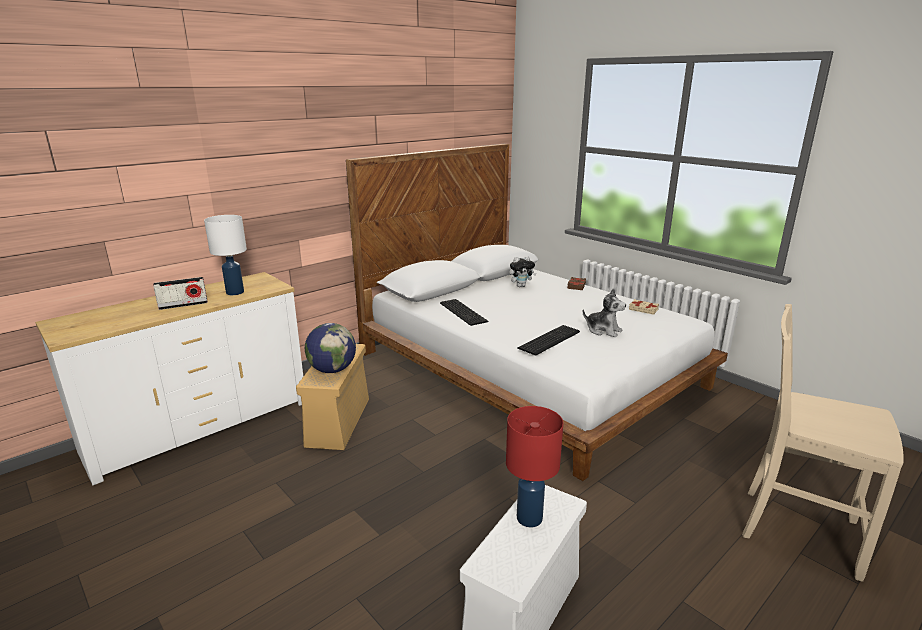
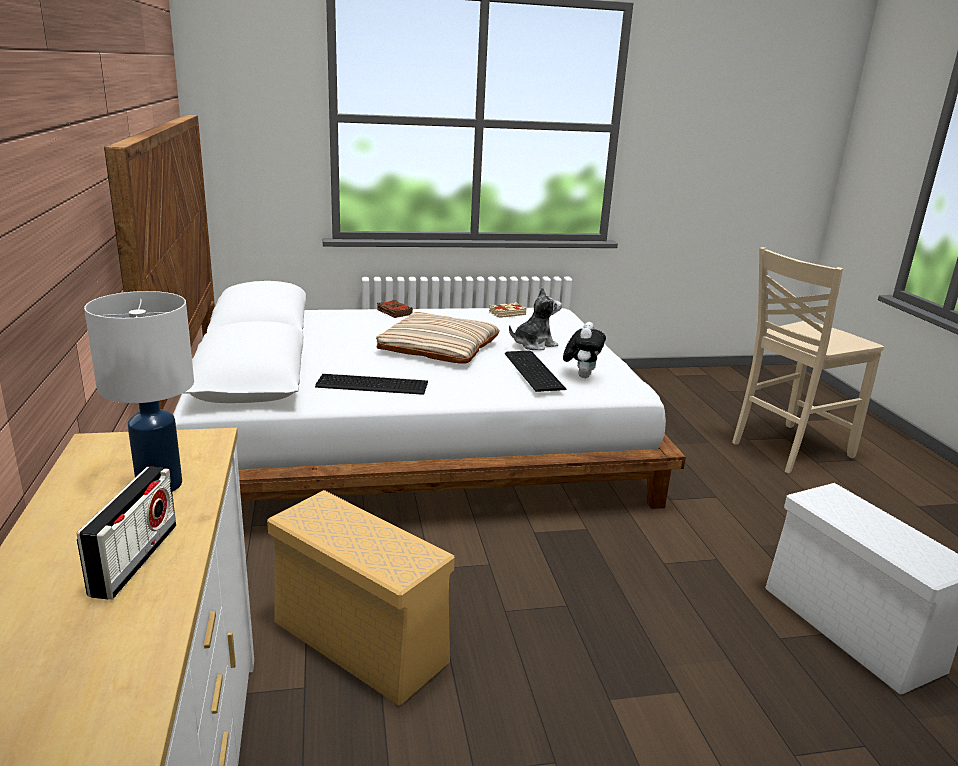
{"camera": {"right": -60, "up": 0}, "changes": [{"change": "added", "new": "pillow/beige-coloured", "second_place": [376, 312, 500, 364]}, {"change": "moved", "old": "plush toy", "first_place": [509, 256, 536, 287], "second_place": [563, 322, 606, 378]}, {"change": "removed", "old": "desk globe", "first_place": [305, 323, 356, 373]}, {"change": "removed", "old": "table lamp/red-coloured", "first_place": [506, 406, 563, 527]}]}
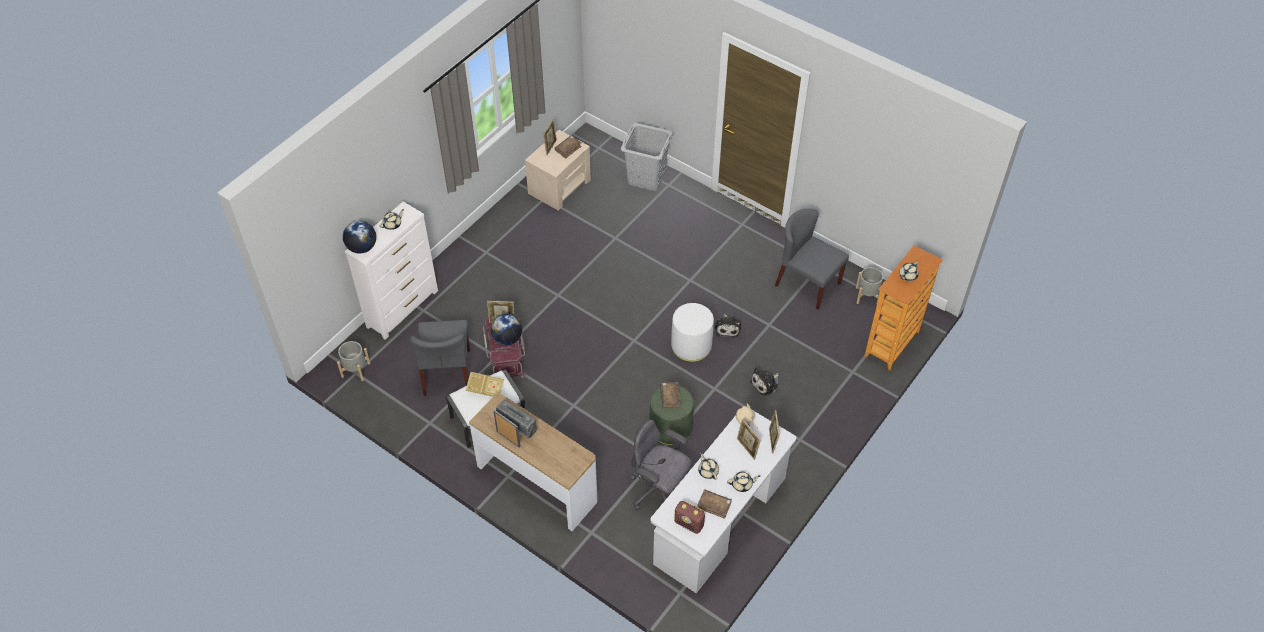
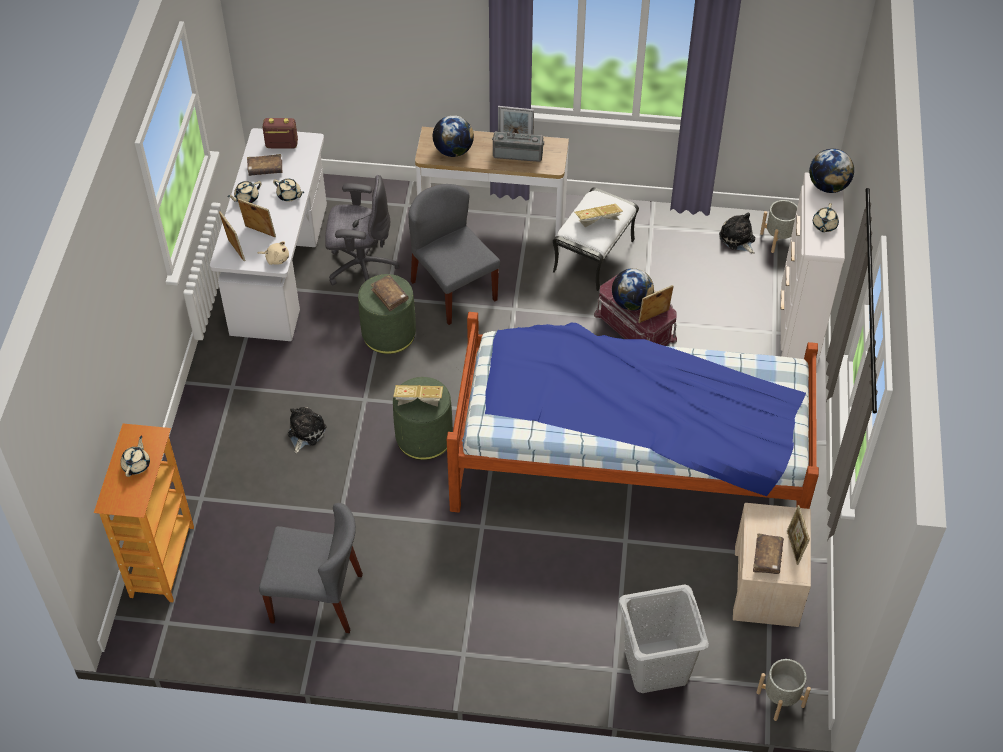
{"camera": {"right": 150, "up": 0}, "changes": [{"change": "recoloured", "old": "pouffe/white-coloured", "new": "pouffe/green-coloured", "first_place": [671, 303, 714, 362], "second_place": [393, 377, 453, 460]}, {"change": "added", "new": "book", "second_place": [393, 385, 443, 407]}, {"change": "moved", "old": "chair/grey", "first_place": [410, 320, 470, 396], "second_place": [408, 184, 500, 325]}, {"change": "added", "new": "desk globe", "second_place": [433, 115, 474, 157]}, {"change": "added", "new": "bed", "second_place": [447, 312, 819, 513]}, {"change": "moved", "old": "plush toy", "first_place": [715, 314, 741, 337], "second_place": [719, 212, 755, 254]}, {"change": "moved", "old": "planter/grey", "first_place": [856, 267, 883, 304], "second_place": [757, 659, 811, 721]}]}
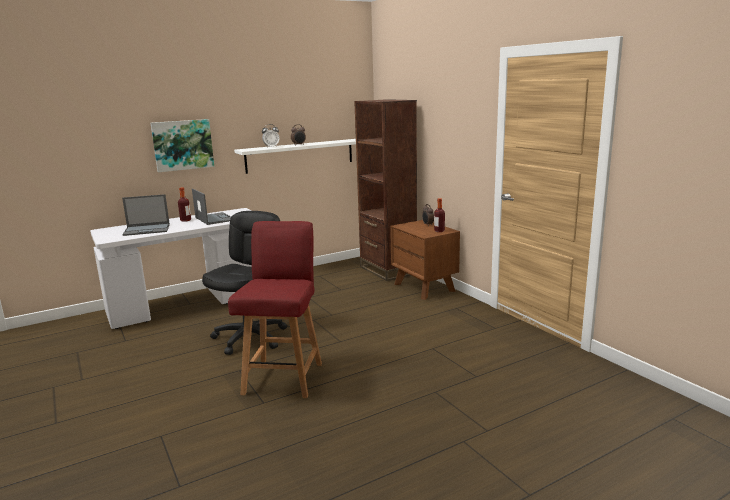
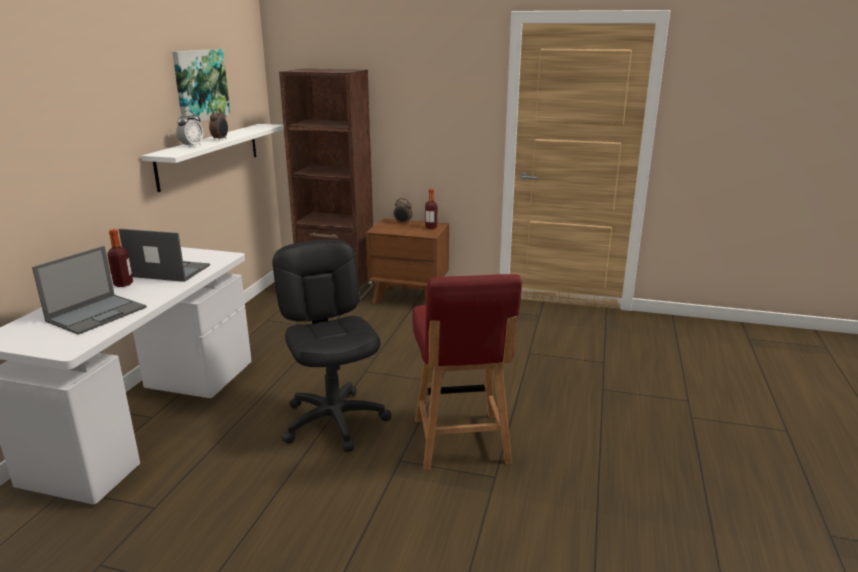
{"camera": {"right": -45, "up": 5}, "changes": [{"change": "moved", "old": "picture", "first_place": [151, 119, 214, 172], "second_place": [172, 49, 230, 121]}, {"change": "turned", "old": "chair/red-coloured", "first_place": [228, 221, 322, 398], "second_place": [412, 274, 522, 471], "degrees": -150}]}
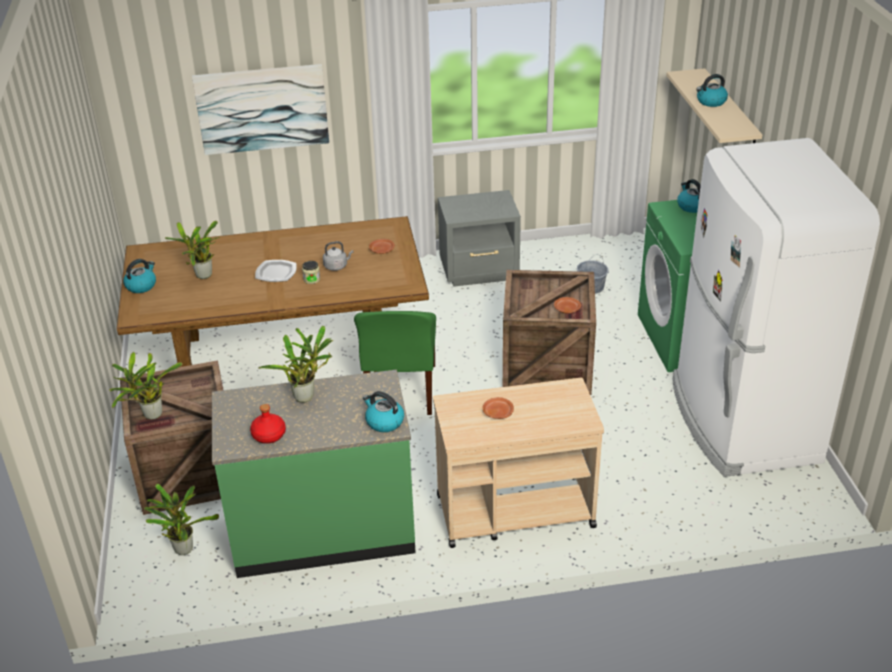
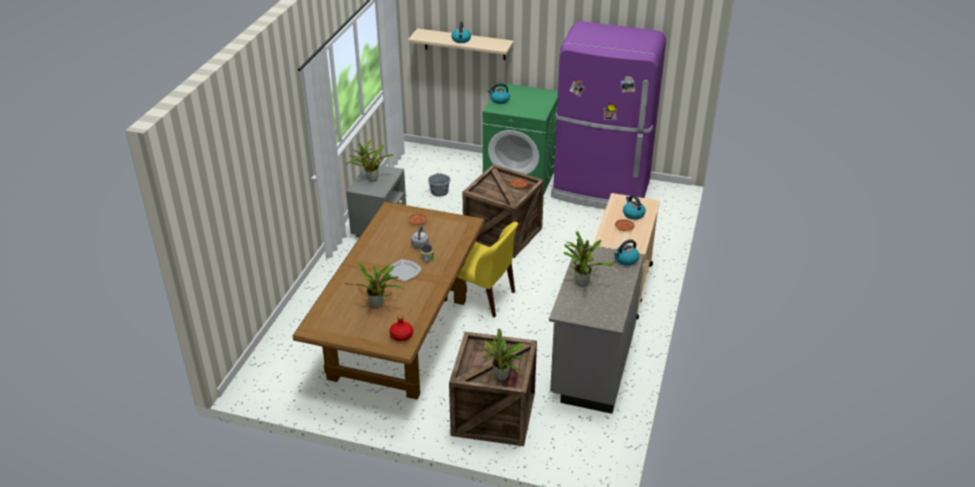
{"camera": {"right": -65, "up": 0}, "changes": [{"change": "moved", "old": "potted plant", "first_place": [144, 484, 219, 555], "second_place": [346, 140, 393, 182]}, {"change": "moved", "old": "drink bottle/red-coloured", "first_place": [250, 404, 286, 444], "second_place": [390, 315, 413, 341]}, {"change": "recoloured", "old": "chair/green-coloured", "new": "chair/yellow-coloured", "first_place": [354, 311, 436, 415], "second_place": [445, 222, 519, 318]}, {"change": "recoloured", "old": "counter/green-coloured", "new": "counter/grey", "first_place": [212, 370, 416, 578], "second_place": [549, 244, 644, 414]}, {"change": "recoloured", "old": "kitchen fridge/white-coloured", "new": "kitchen fridge/purplish", "first_place": [673, 138, 880, 477], "second_place": [551, 21, 666, 209]}, {"change": "moved", "old": "kettle", "first_place": [123, 259, 156, 293], "second_place": [623, 195, 646, 220]}, {"change": "removed", "old": "picture", "first_place": [192, 64, 329, 155]}]}
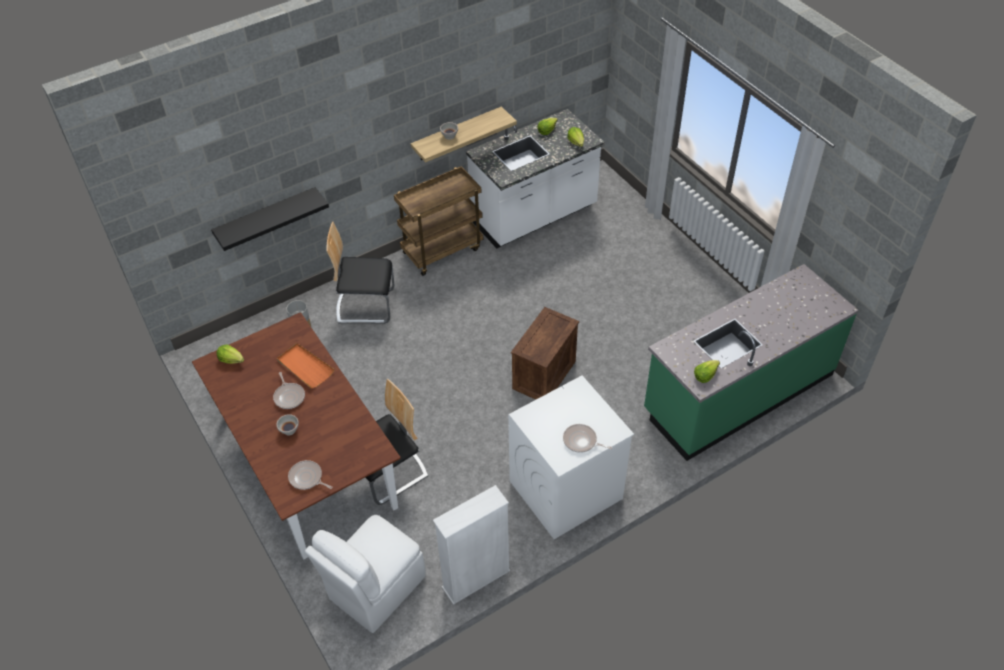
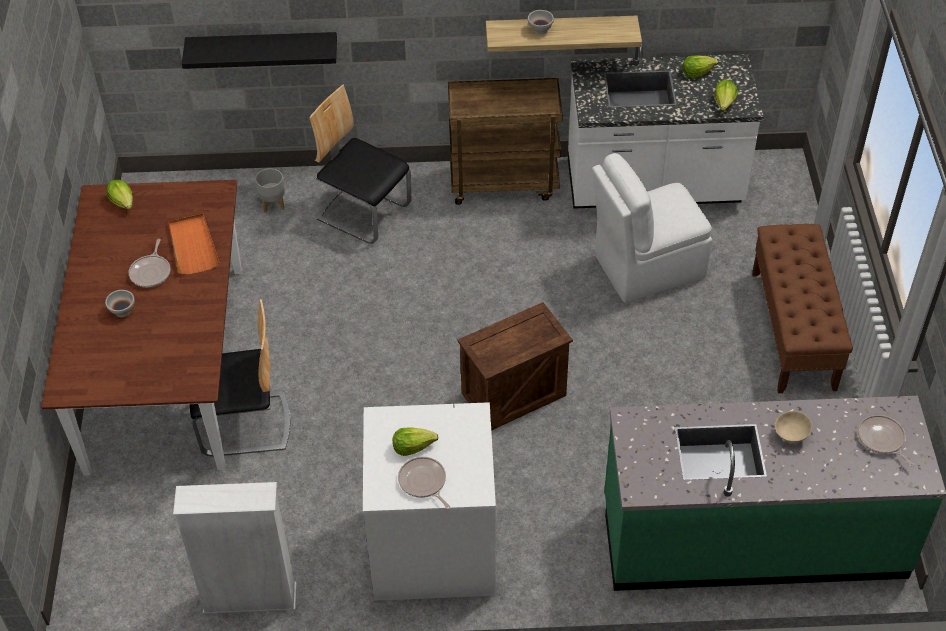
{"camera": {"right": 30, "up": 0}, "changes": [{"change": "moved", "old": "lettuce head", "first_place": [694, 360, 720, 383], "second_place": [393, 427, 438, 456]}, {"change": "moved", "old": "chair/white-coloured", "first_place": [305, 515, 426, 633], "second_place": [592, 153, 712, 302]}, {"change": "added", "new": "long seat/brown", "second_place": [752, 224, 853, 393]}, {"change": "added", "new": "deep dish/beige-coloured", "second_place": [775, 411, 812, 443]}, {"change": "moved", "old": "pan", "first_place": [288, 460, 333, 490], "second_place": [858, 415, 914, 467]}]}
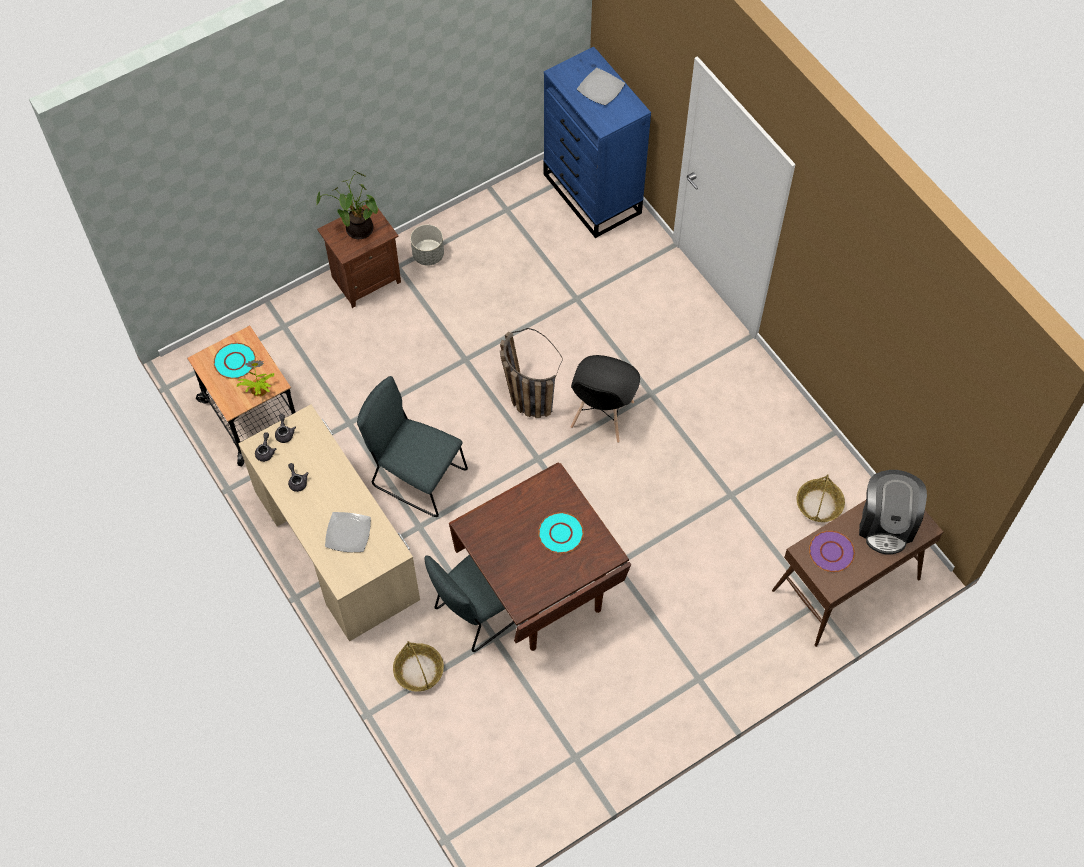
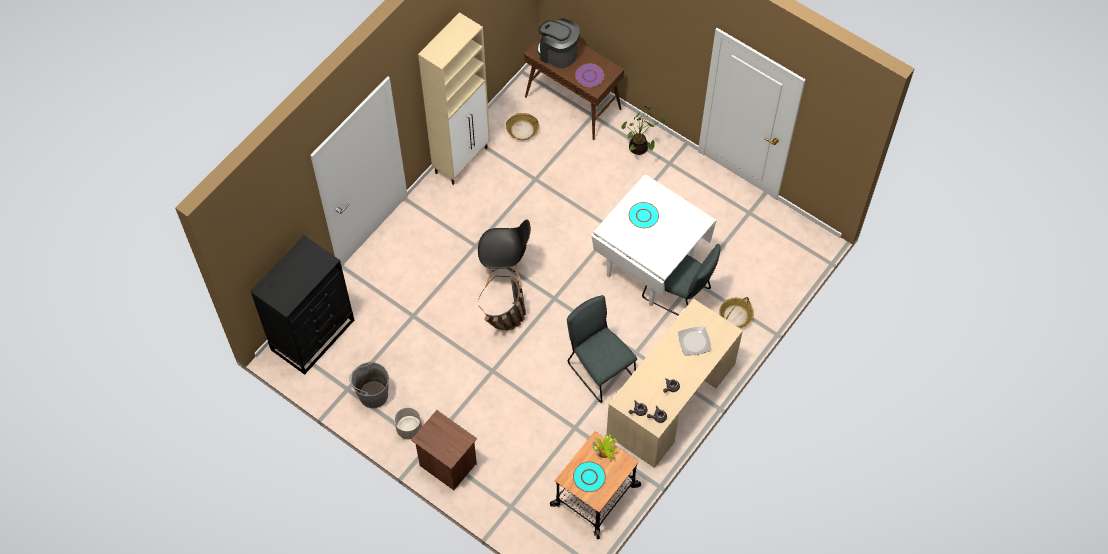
{"camera": {"right": -110, "up": 0}, "changes": [{"change": "recoloured", "old": "dresser/blue", "new": "dresser/blackish", "first_place": [543, 47, 651, 238], "second_place": [250, 236, 355, 375]}, {"change": "added", "new": "water bucket/grey", "second_place": [349, 361, 389, 408]}, {"change": "added", "new": "storage cabinet/beige-coloured", "second_place": [418, 12, 490, 185]}, {"change": "turned", "old": "coffee machine", "first_place": [859, 470, 927, 555], "second_place": [537, 19, 580, 68], "degrees": -135}, {"change": "turned", "old": "chair/grey", "first_place": [357, 376, 468, 517], "second_place": [567, 295, 637, 403], "degrees": 135}, {"change": "recoloured", "old": "dinner table/brown", "new": "dinner table/white-coloured", "first_place": [449, 462, 631, 651], "second_place": [591, 175, 717, 306]}, {"change": "moved", "old": "potted plant", "first_place": [317, 170, 378, 239], "second_place": [621, 106, 665, 155]}, {"change": "removed", "old": "dinner plate", "first_place": [577, 68, 625, 105]}]}
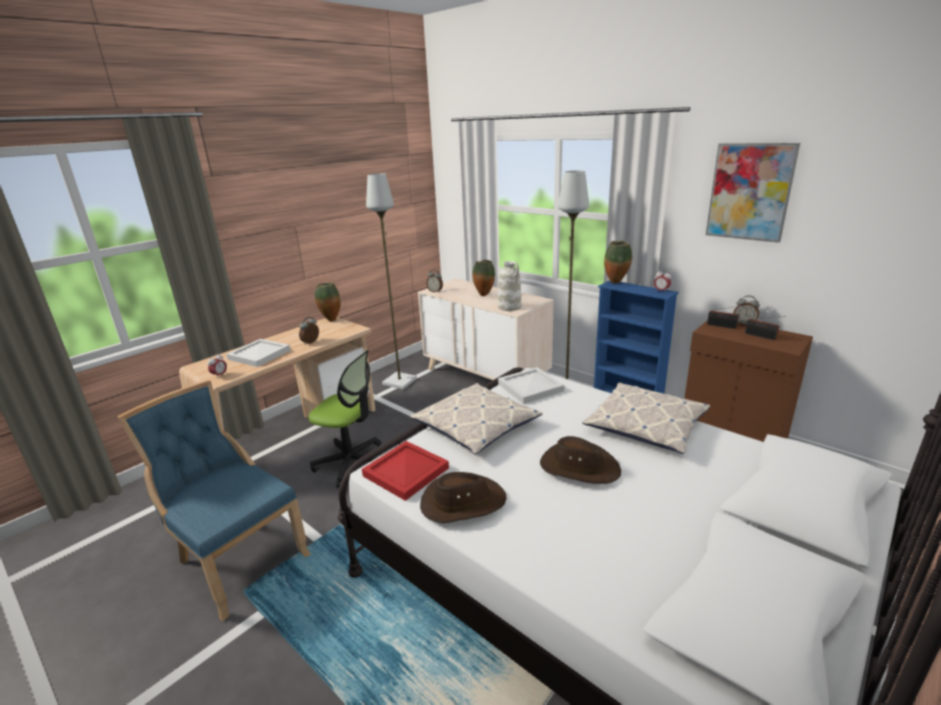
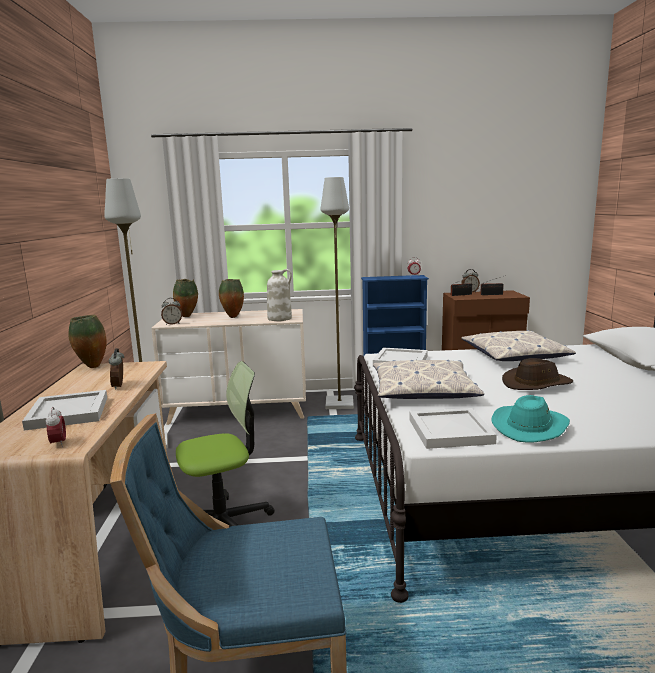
{"camera": {"right": -45, "up": -10}, "changes": [{"change": "moved", "old": "decorative vase", "first_place": [604, 241, 632, 283], "second_place": [173, 279, 198, 317]}, {"change": "recoloured", "old": "tray/red-coloured", "new": "tray/white-coloured", "first_place": [362, 441, 449, 501], "second_place": [410, 408, 497, 449]}, {"change": "recoloured", "old": "wearable hat/brown", "new": "wearable hat/turquoise", "first_place": [420, 472, 507, 523], "second_place": [491, 395, 570, 443]}, {"change": "removed", "old": "picture", "first_place": [706, 143, 800, 243]}]}
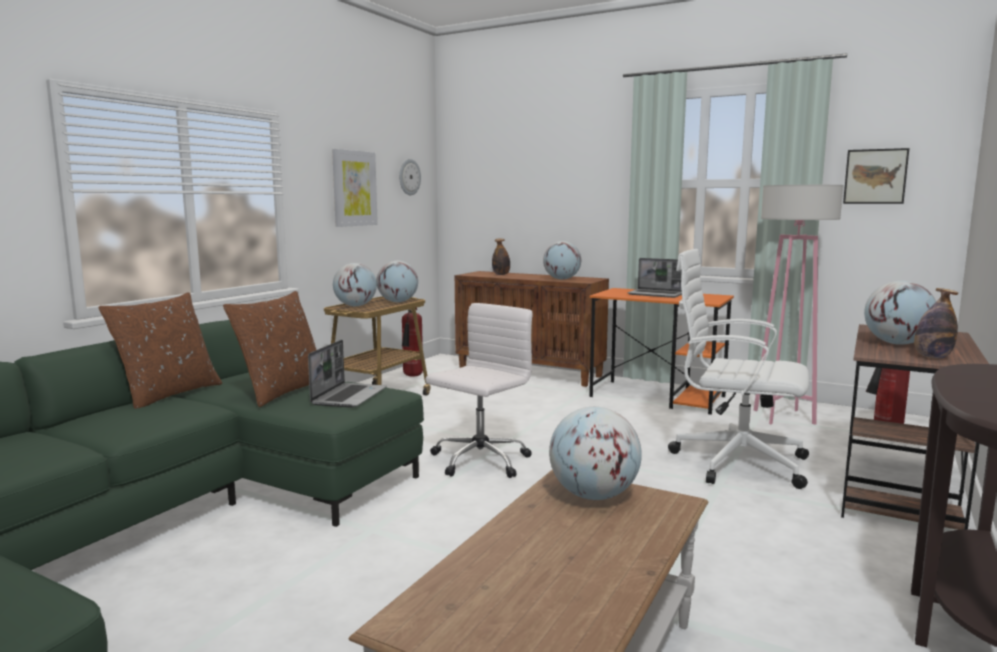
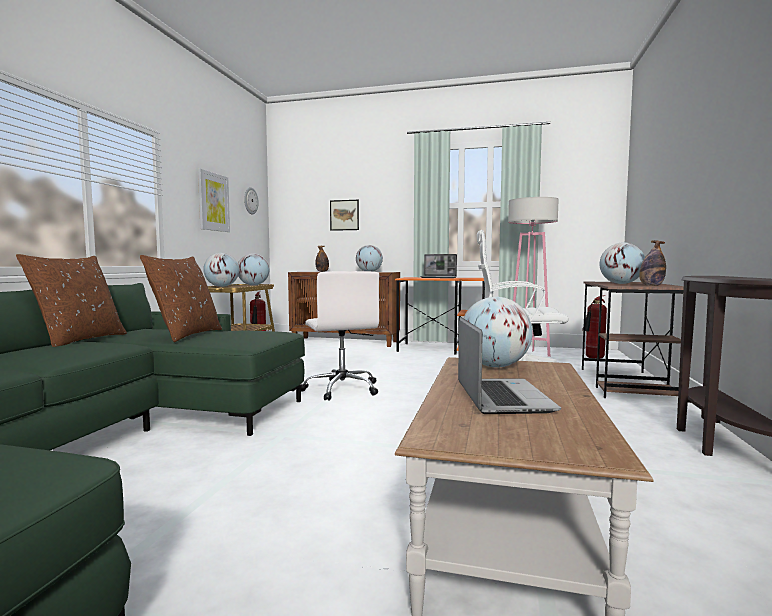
{"camera": {"right": -15, "up": -5}, "changes": [{"change": "turned", "old": "desk chair/white-coloured", "first_place": [425, 303, 533, 478], "second_place": [301, 271, 379, 401], "degrees": 135}, {"change": "moved", "old": "picture", "first_place": [843, 148, 909, 204], "second_place": [330, 200, 359, 231]}, {"change": "moved", "old": "laptop", "first_place": [308, 340, 387, 408], "second_place": [458, 317, 561, 414]}]}
